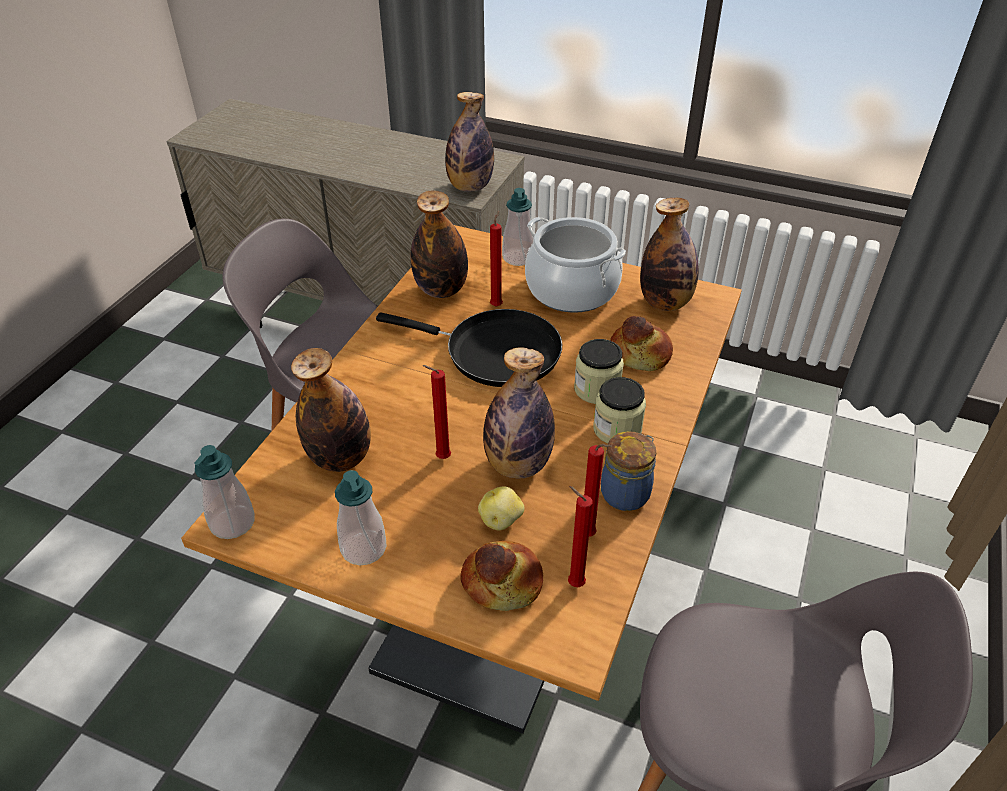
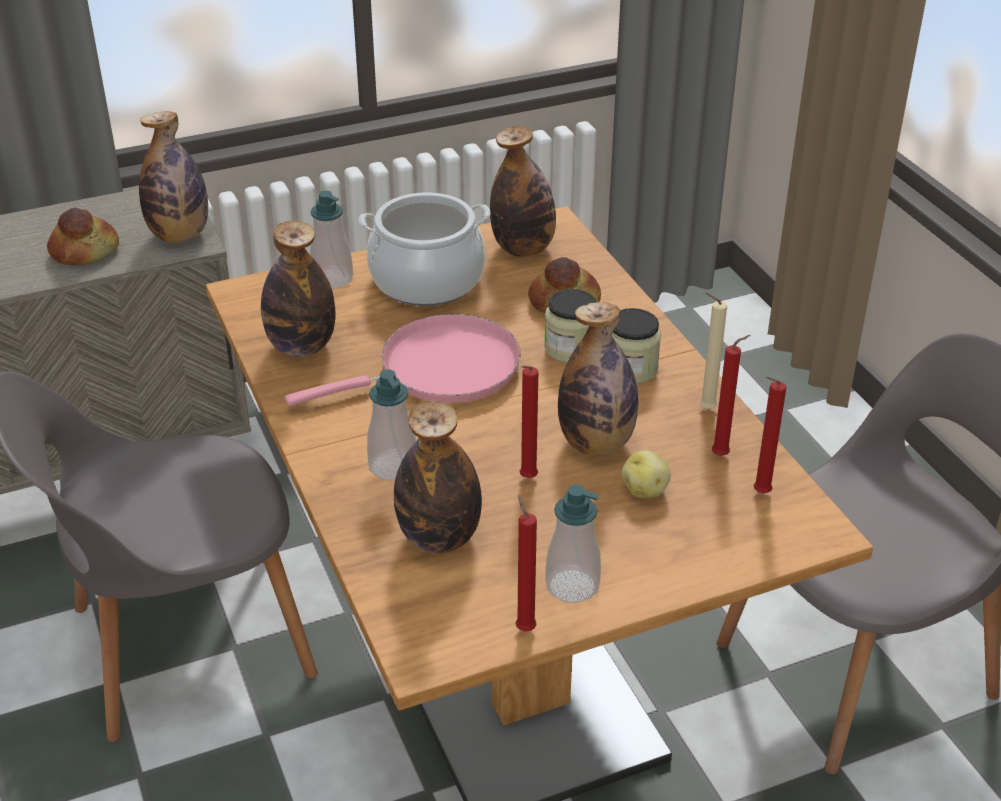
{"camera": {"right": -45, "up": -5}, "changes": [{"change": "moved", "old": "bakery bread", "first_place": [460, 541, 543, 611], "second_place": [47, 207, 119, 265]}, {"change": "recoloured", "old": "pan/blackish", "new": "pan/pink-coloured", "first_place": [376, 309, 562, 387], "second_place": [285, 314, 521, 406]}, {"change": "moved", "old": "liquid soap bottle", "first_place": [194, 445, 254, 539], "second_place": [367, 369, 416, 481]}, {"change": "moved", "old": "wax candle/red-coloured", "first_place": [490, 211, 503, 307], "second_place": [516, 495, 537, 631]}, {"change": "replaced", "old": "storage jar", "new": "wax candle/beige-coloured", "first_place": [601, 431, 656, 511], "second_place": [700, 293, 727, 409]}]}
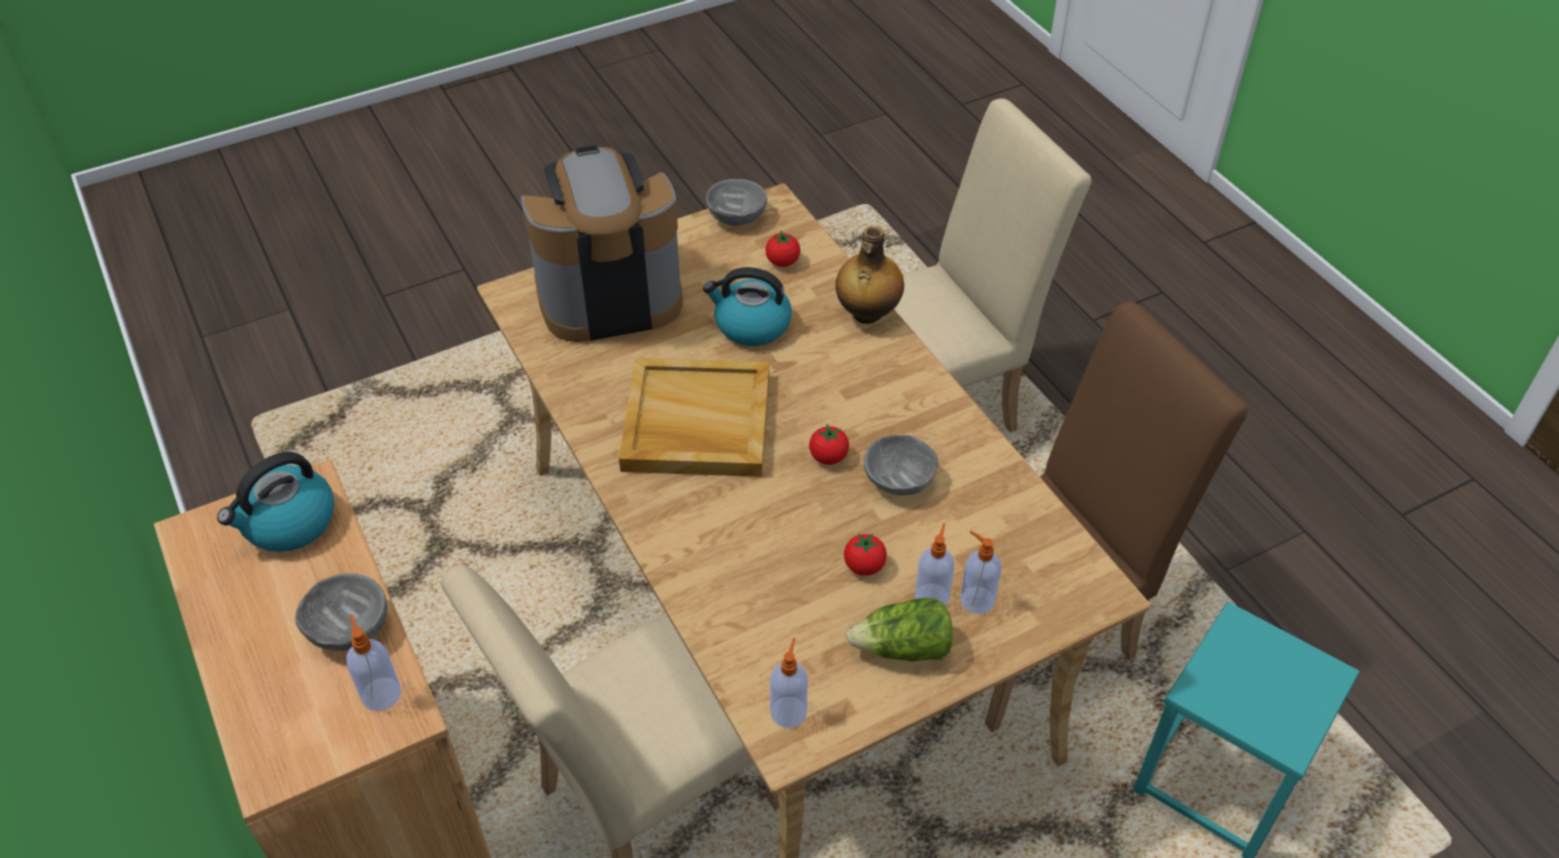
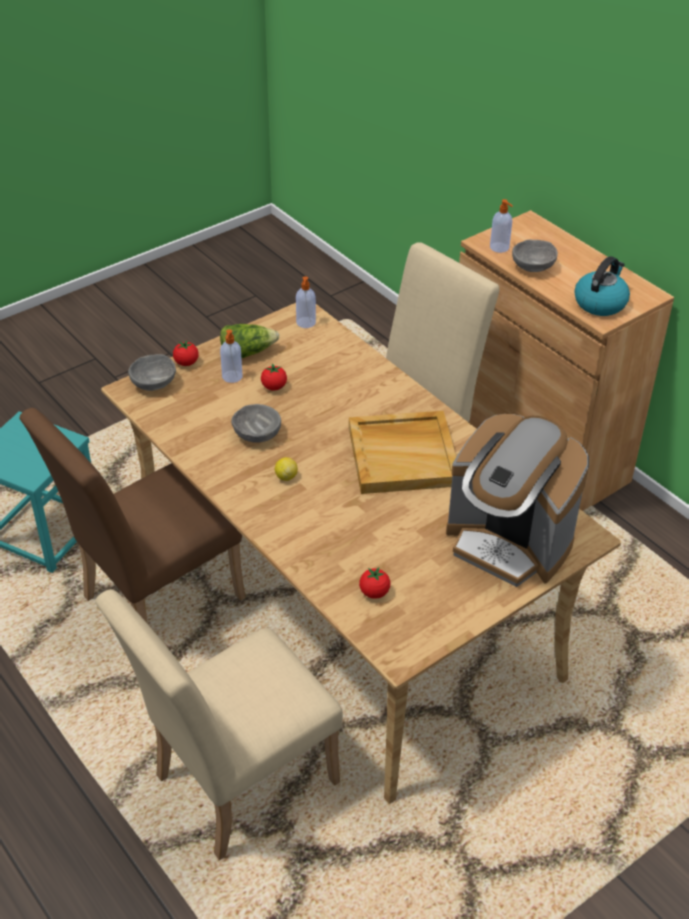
{"camera": {"right": 170, "up": -5}, "changes": [{"change": "moved", "old": "deep dish/grey", "first_place": [706, 179, 767, 226], "second_place": [128, 354, 176, 391]}, {"change": "moved", "old": "fresh tomato", "first_place": [809, 424, 849, 465], "second_place": [173, 340, 199, 366]}, {"change": "added", "new": "whole lemon", "second_place": [275, 457, 298, 481]}, {"change": "turned", "old": "coffee machine", "first_place": [521, 145, 683, 342], "second_place": [446, 414, 589, 587], "degrees": 60}, {"change": "removed", "old": "kettle", "first_place": [703, 267, 792, 346]}, {"change": "removed", "old": "drink bottle", "first_place": [835, 226, 904, 324]}, {"change": "removed", "old": "liquid soap bottle", "first_place": [960, 531, 1001, 614]}]}
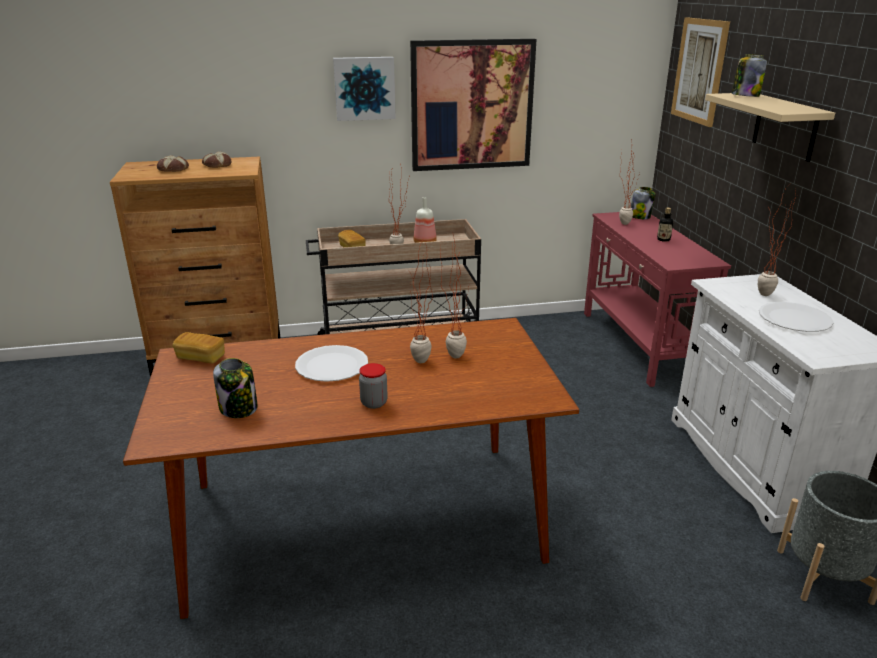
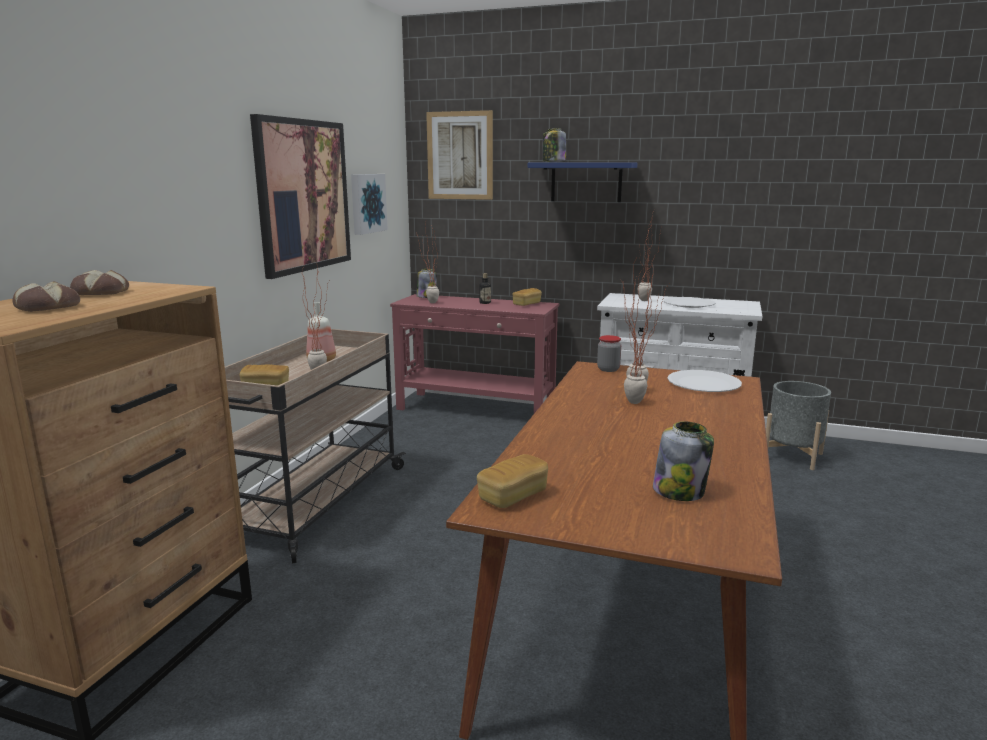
{"camera": {"right": -60, "up": -10}, "changes": [{"change": "moved", "old": "picture", "first_place": [333, 57, 396, 121], "second_place": [351, 174, 388, 235]}, {"change": "added", "new": "bakery bread", "second_place": [513, 288, 542, 306]}, {"change": "recoloured", "old": "shelf/beige-coloured", "new": "shelf/blue", "first_place": [705, 93, 835, 162], "second_place": [528, 162, 638, 202]}, {"change": "moved", "old": "storage jar", "first_place": [359, 363, 388, 409], "second_place": [597, 335, 621, 372]}, {"change": "moved", "old": "dinner plate/white-coloured", "first_place": [295, 345, 368, 382], "second_place": [667, 370, 742, 392]}]}
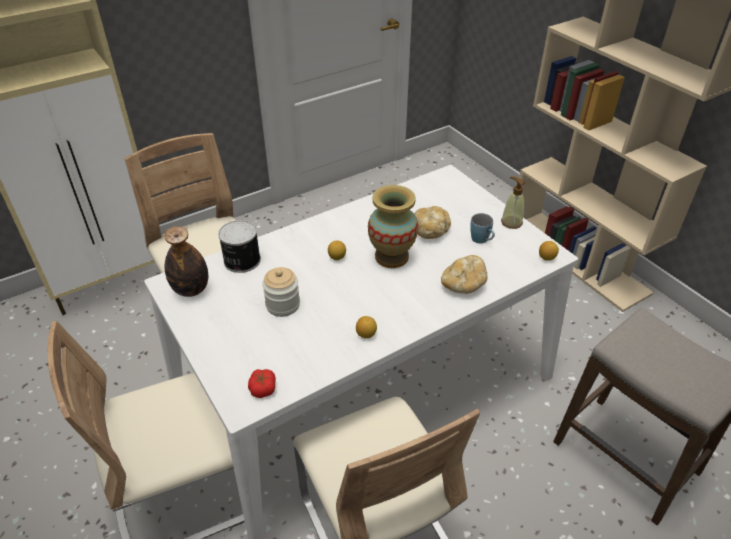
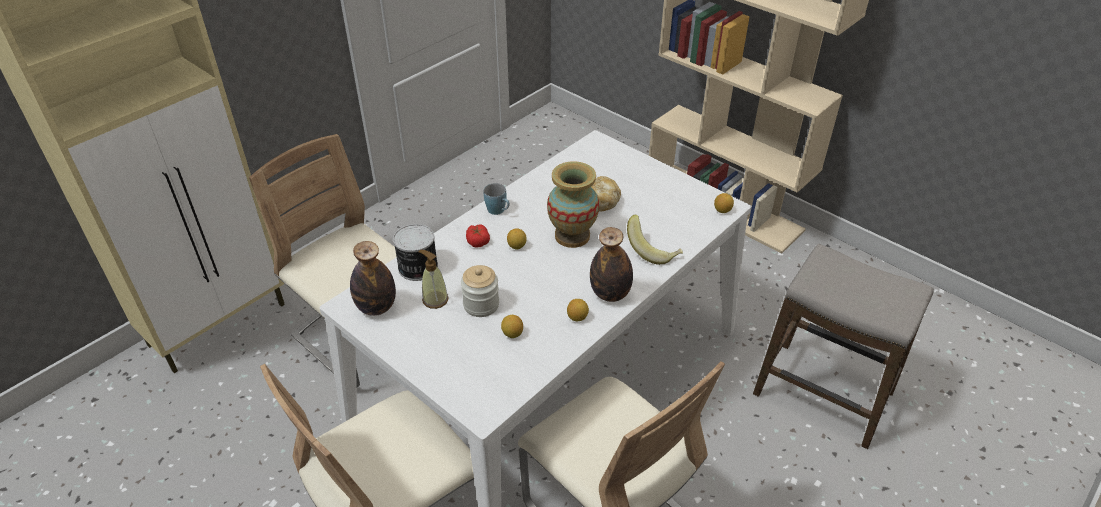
{"camera": {"right": -15, "up": 0}, "changes": [{"change": "moved", "old": "liquid soap bottle", "first_place": [501, 177, 525, 229], "second_place": [418, 250, 449, 309]}, {"change": "moved", "old": "fresh tomato", "first_place": [248, 369, 276, 398], "second_place": [466, 224, 490, 248]}, {"change": "moved", "old": "mug/blue", "first_place": [470, 213, 495, 244], "second_place": [483, 183, 510, 215]}, {"change": "added", "new": "whole lemon", "second_place": [501, 315, 523, 338]}, {"change": "added", "new": "drink bottle", "second_place": [590, 227, 633, 302]}, {"change": "replaced", "old": "bakery bread", "new": "whole banana", "first_place": [441, 255, 488, 294], "second_place": [627, 215, 683, 265]}]}
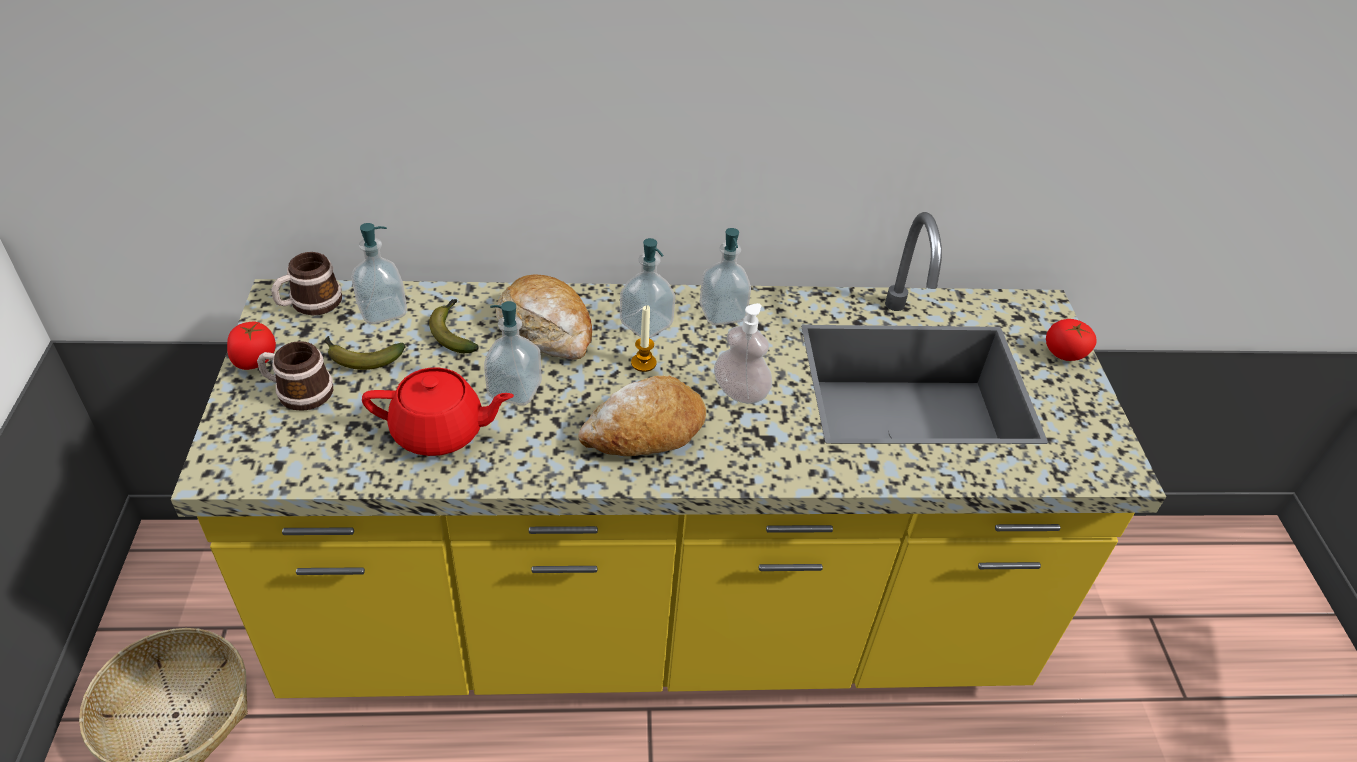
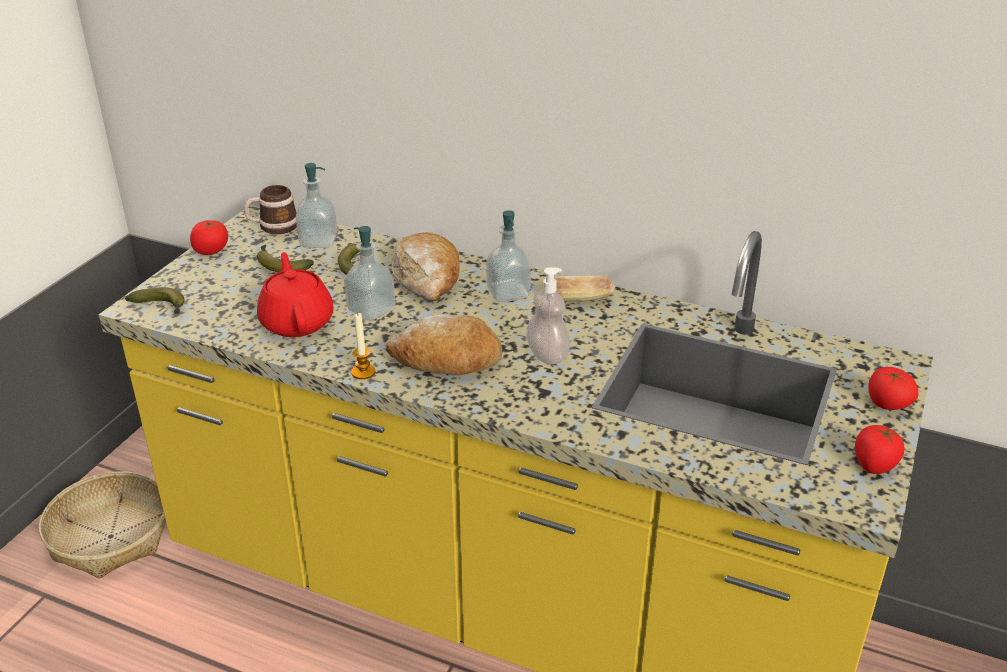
{"camera": {"right": 30, "up": -10}, "changes": [{"change": "added", "new": "whole banana", "second_place": [125, 287, 185, 314]}, {"change": "turned", "old": "pot for tea/red-coloured", "first_place": [362, 367, 514, 456], "second_place": [257, 252, 334, 337], "degrees": -135}, {"change": "moved", "old": "wax candle", "first_place": [631, 305, 657, 372], "second_place": [351, 313, 375, 379]}, {"change": "replaced", "old": "liquid soap bottle", "new": "bakery bread", "first_place": [700, 228, 751, 325], "second_place": [554, 276, 615, 302]}, {"change": "added", "new": "fresh tomato", "second_place": [855, 425, 904, 474]}, {"change": "removed", "old": "mug", "first_place": [257, 341, 333, 411]}]}
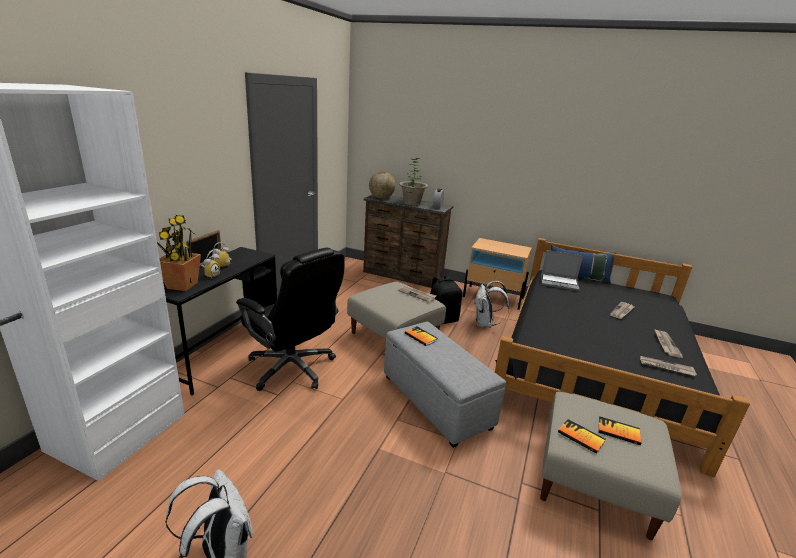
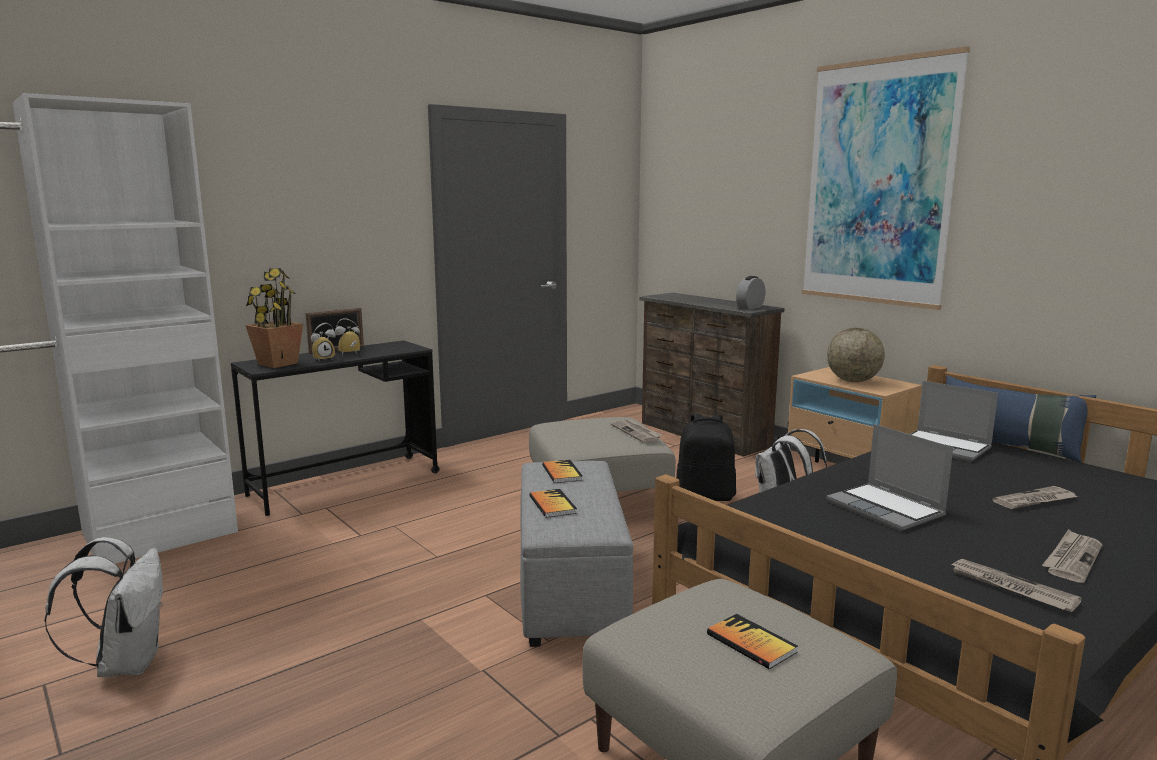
{"camera": {"right": 30, "up": -10}, "changes": [{"change": "moved", "old": "book", "first_place": [558, 419, 606, 454], "second_place": [529, 489, 577, 518]}, {"change": "added", "new": "picture", "second_place": [802, 46, 970, 310]}, {"change": "added", "new": "laptop", "second_place": [826, 424, 953, 531]}, {"change": "moved", "old": "desk globe", "first_place": [369, 172, 396, 199], "second_place": [827, 328, 885, 382]}, {"change": "removed", "old": "desk chair/blackish", "first_place": [236, 247, 345, 391]}, {"change": "removed", "old": "potted plant", "first_place": [399, 158, 428, 206]}]}
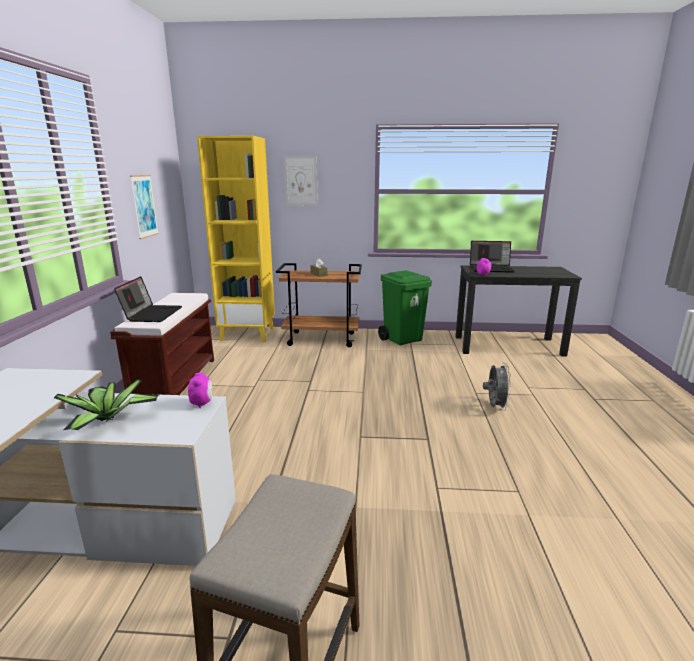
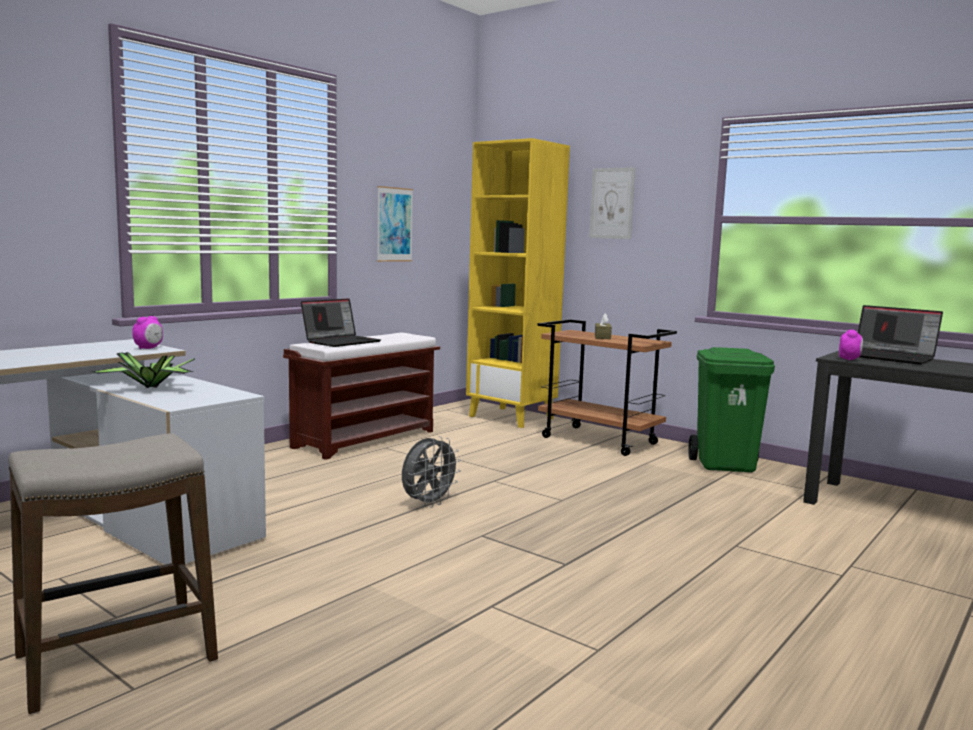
{"camera": {"right": 35, "up": -10}, "changes": [{"change": "moved", "old": "table clock", "first_place": [188, 372, 212, 408], "second_place": [132, 316, 163, 349]}, {"change": "moved", "old": "fan/grey", "first_place": [483, 363, 512, 411], "second_place": [402, 436, 461, 508]}]}
